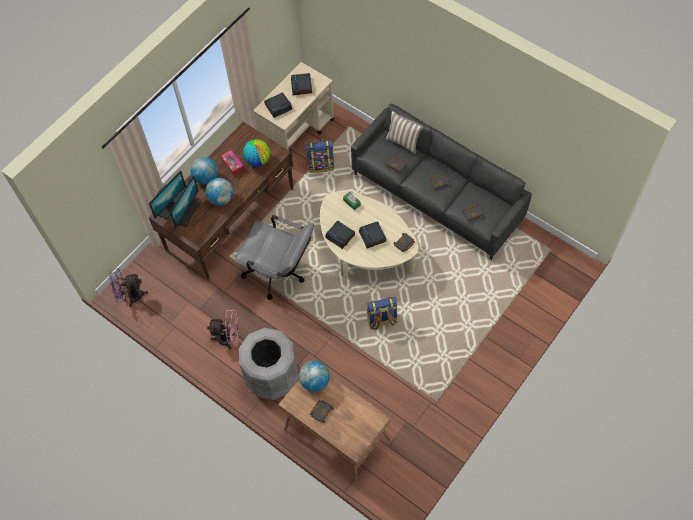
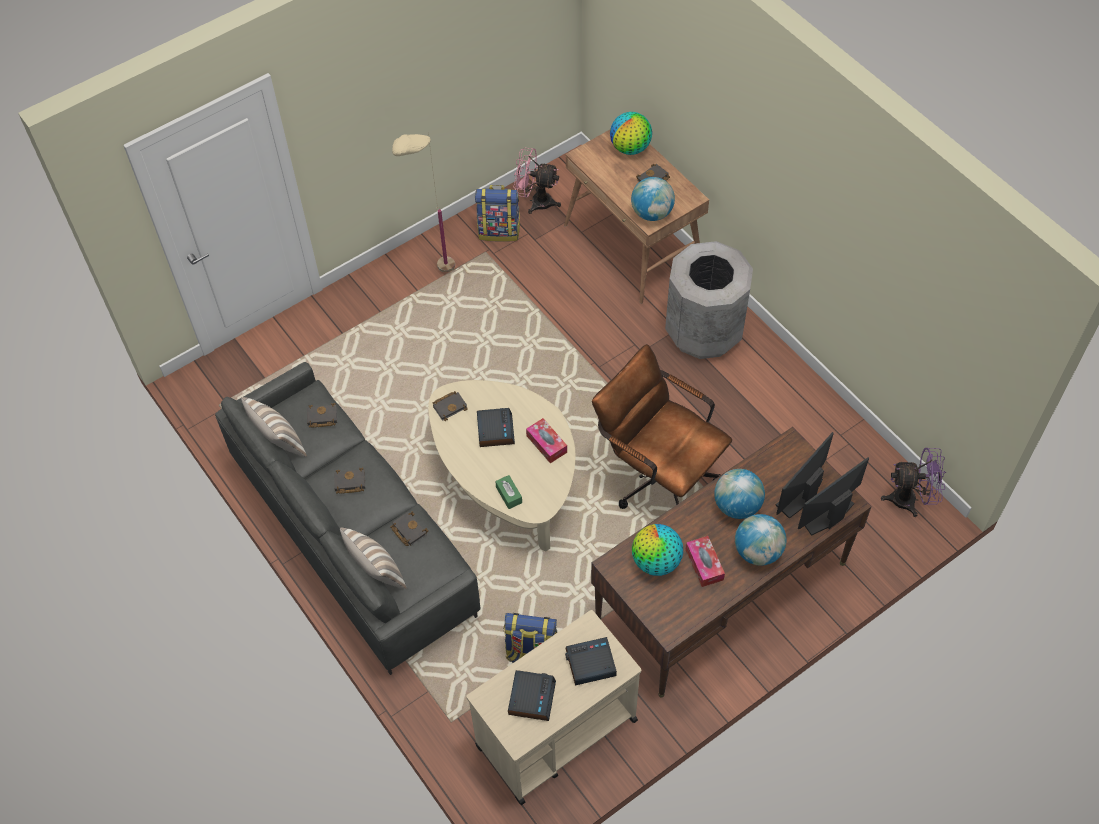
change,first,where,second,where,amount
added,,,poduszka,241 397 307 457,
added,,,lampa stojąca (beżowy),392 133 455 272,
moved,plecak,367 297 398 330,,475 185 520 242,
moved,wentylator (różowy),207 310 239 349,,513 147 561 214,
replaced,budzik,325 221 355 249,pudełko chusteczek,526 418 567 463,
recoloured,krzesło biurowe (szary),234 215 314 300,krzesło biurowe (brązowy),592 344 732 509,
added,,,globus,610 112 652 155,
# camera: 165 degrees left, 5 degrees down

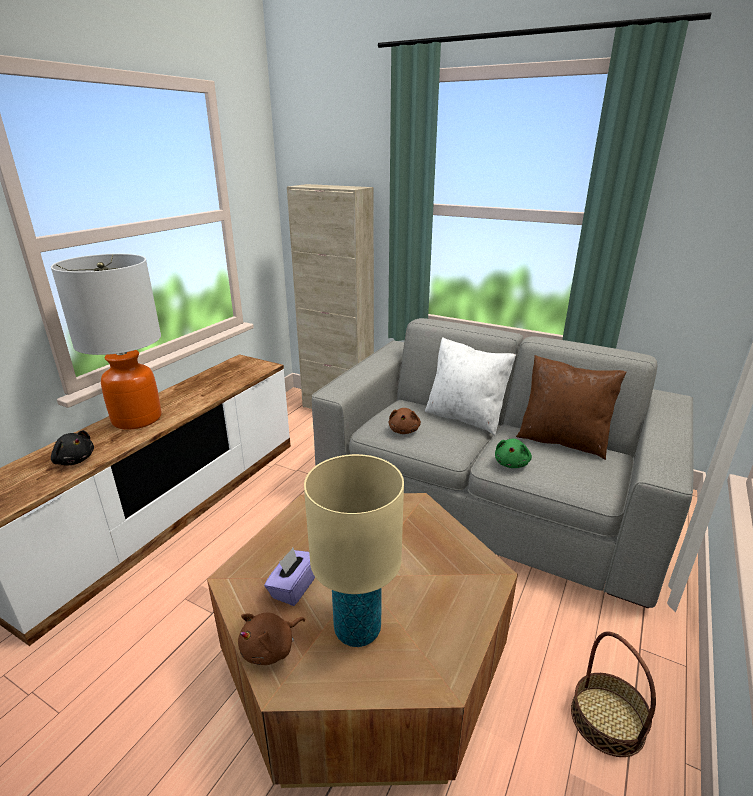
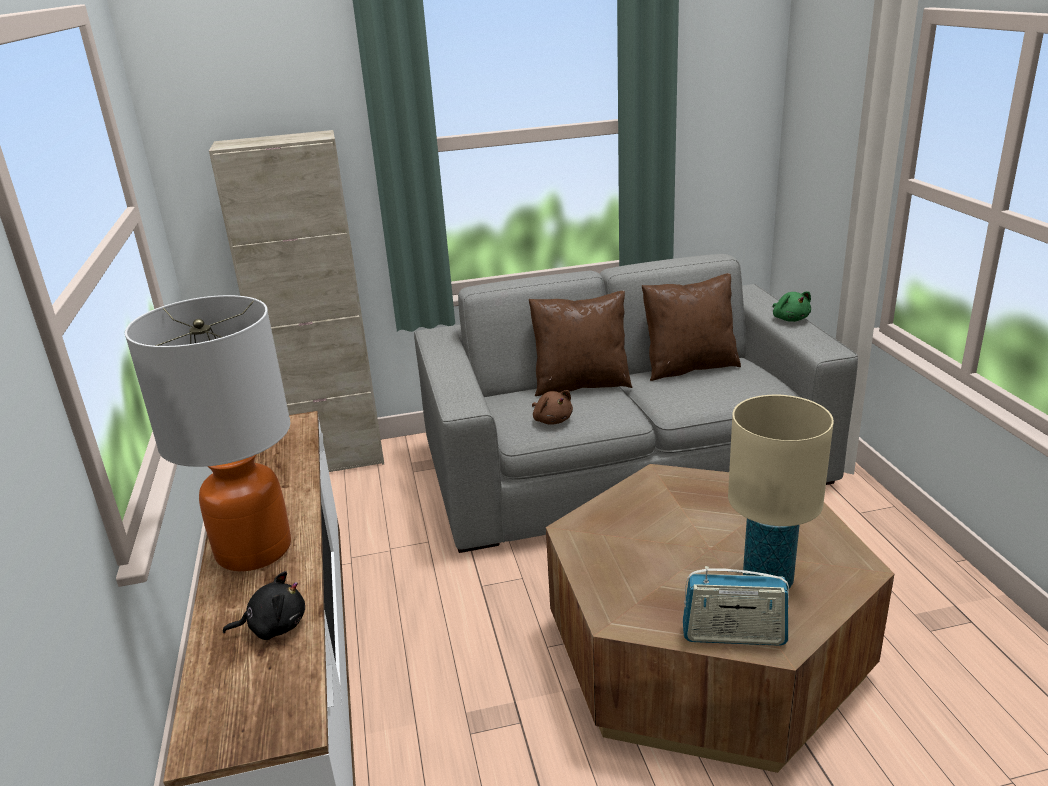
change,first,where,second,where,amount
recoloured,poduszka (biały),425 337 516 435,poduszka (brązowy),529 291 632 396,
replaced,pluszak (brązowy),238 612 305 665,radio,683 566 789 646,
moved,pluszak (zielony),495 439 532 468,,773 292 811 322,
removed,pudełko chusteczek (fioletowy),264 548 315 606,,,
removed,koszyk,571 631 656 757,,,
# camera: 40 degrees left, 0 degrees up

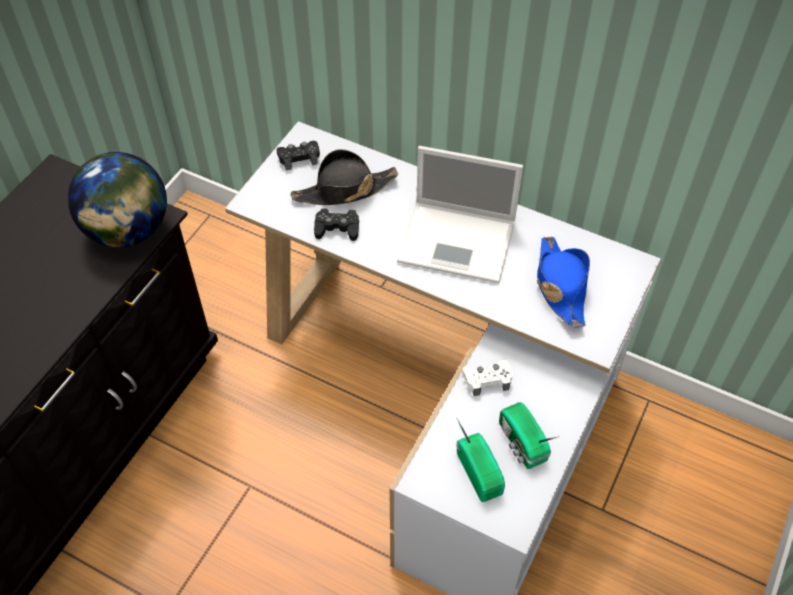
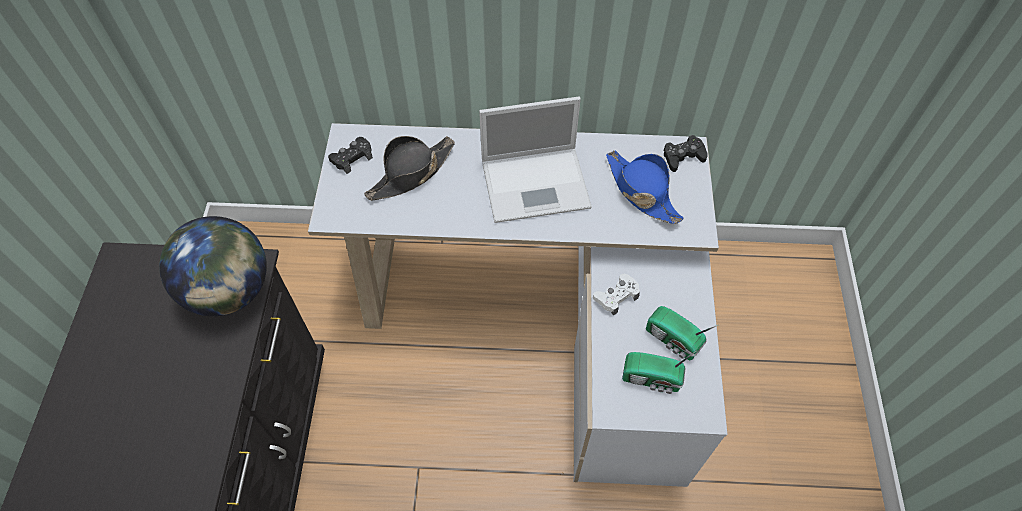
change,first,where,second,where,amount
turned,radio,456 419 505 502,,622 350 697 394,150 degrees clockwise
moved,pad do gier (czarny),314 208 359 241,,664 135 708 172,
# camera: 25 degrees left, 5 degrees up

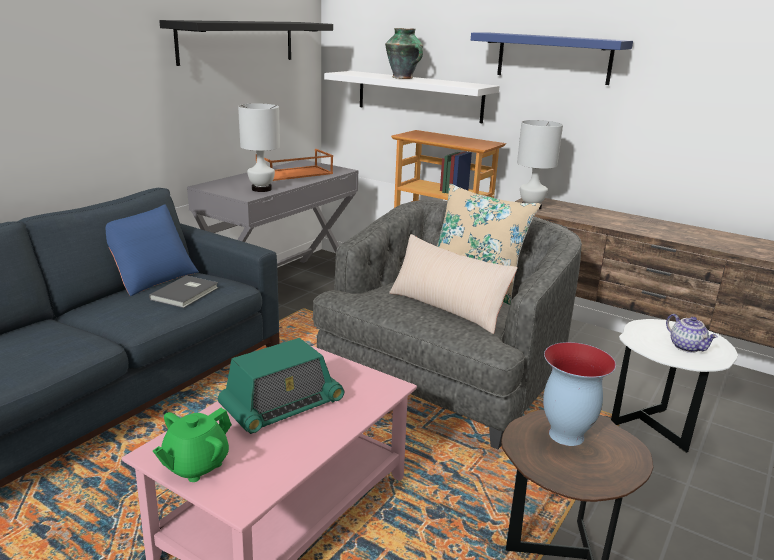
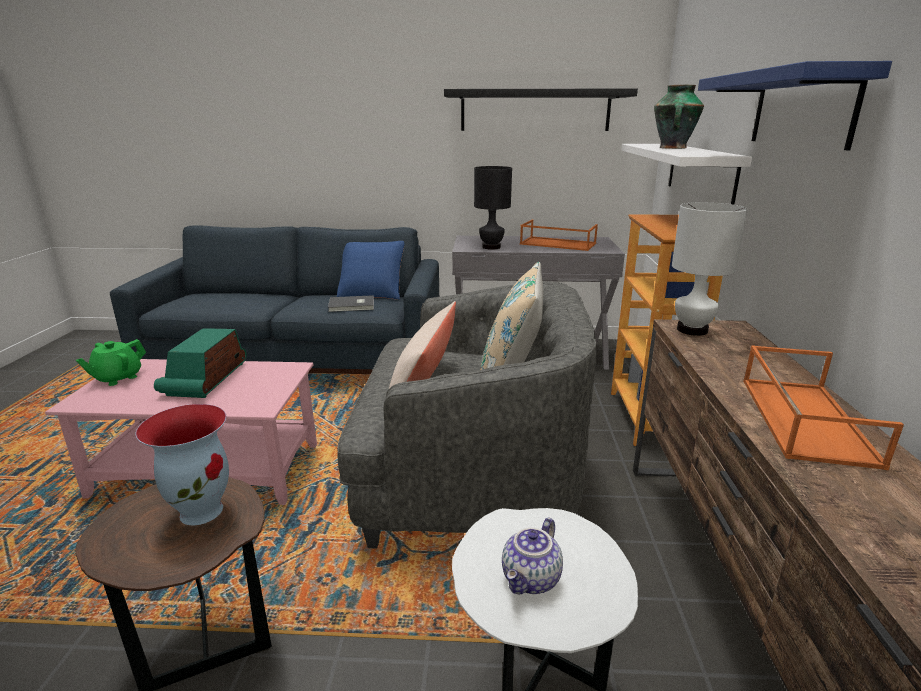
change,first,where,second,where,amount
turned,imbryk (zielony),153 408 232 482,,76 339 146 386,60 degrees counterclockwise
turned,radio,218 338 344 434,,154 328 246 398,75 degrees clockwise
recoloured,lampa stołowa (biały),238 103 280 192,lampa stołowa (czarny),474 166 512 250,
added,,,taca (pomarańczowy),743 345 904 470,
# camera: 60 degrees right, 0 degrees up

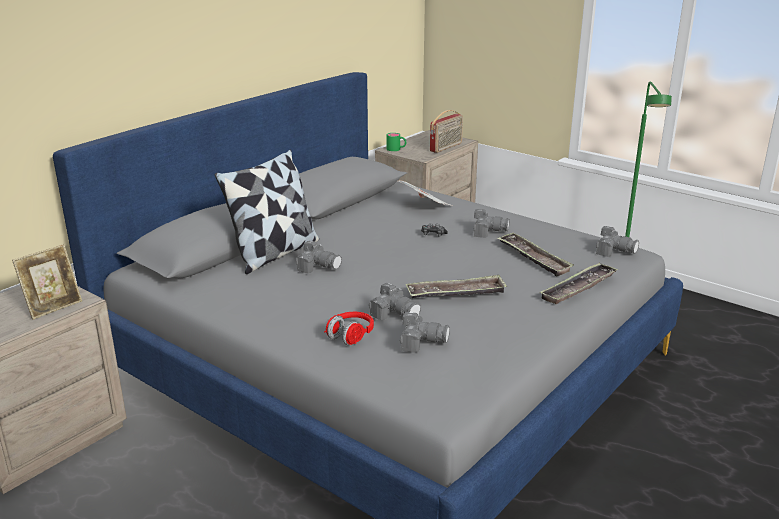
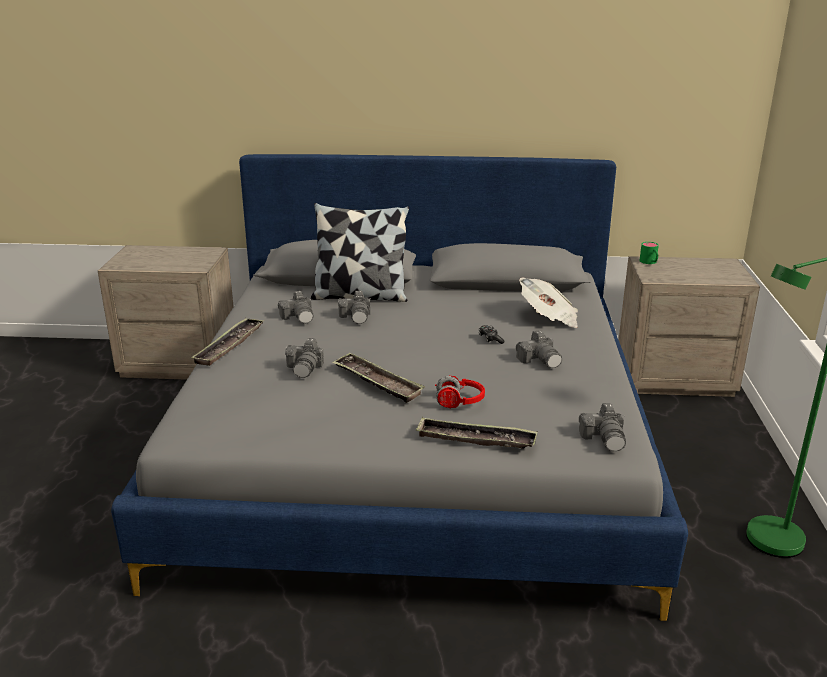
change,first,where,second,where,amount
moved,taca,497 233 574 276,,191 318 264 366,
moved,aparat fotograficzny,400 312 450 352,,278 291 314 323,
moved,słuchawki (czerwony),324 312 374 345,,435 376 485 408,
removed,ramka na zdjęcie,12 244 82 320,,,
removed,radio,430 110 463 153,,,
# camera: 55 degrees right, 0 degrees up

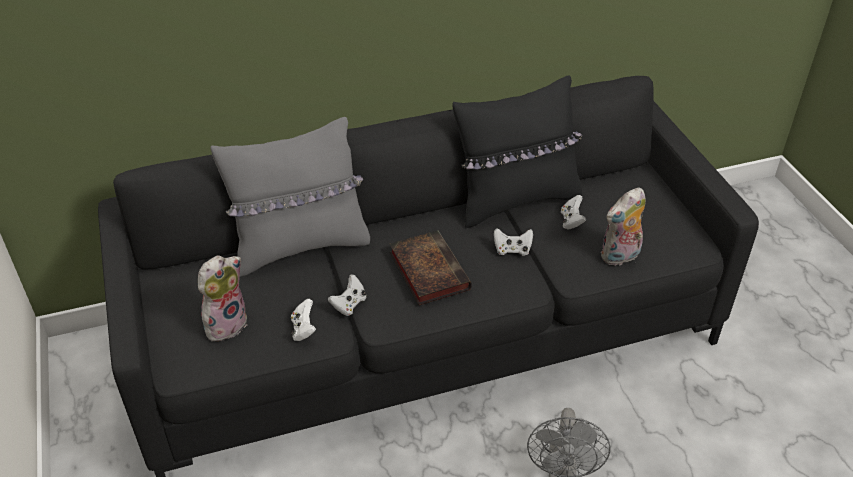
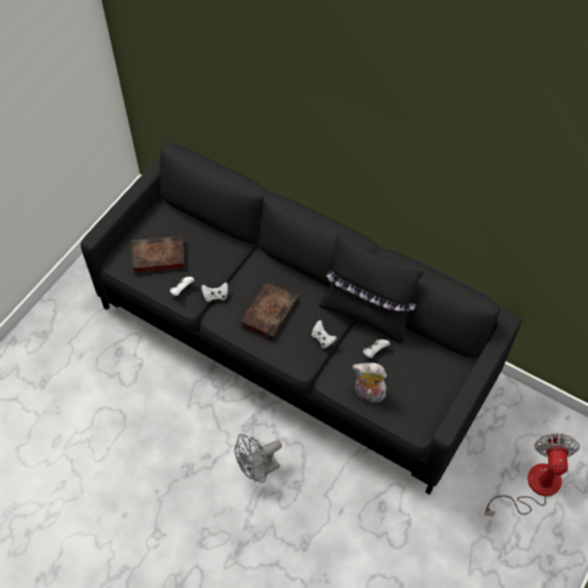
change,first,where,second,where,amount
replaced,pluszak,198 255 247 345,książka,131 236 185 273,
added,,,wentylator,484 434 580 516,
removed,poduszka (szary),211 117 370 277,,,
# camera: 50 degrees right, 15 degrees up

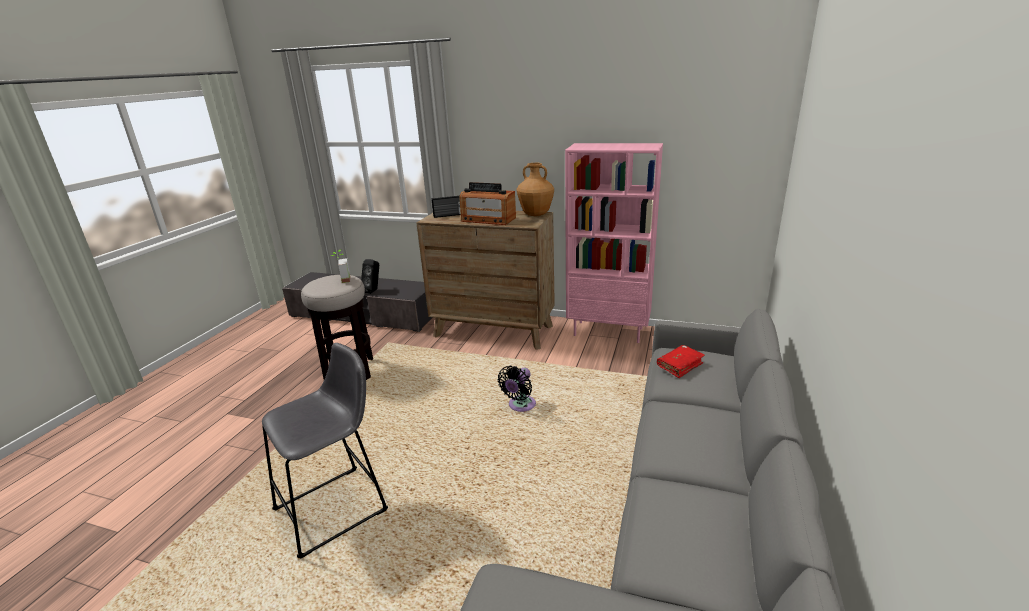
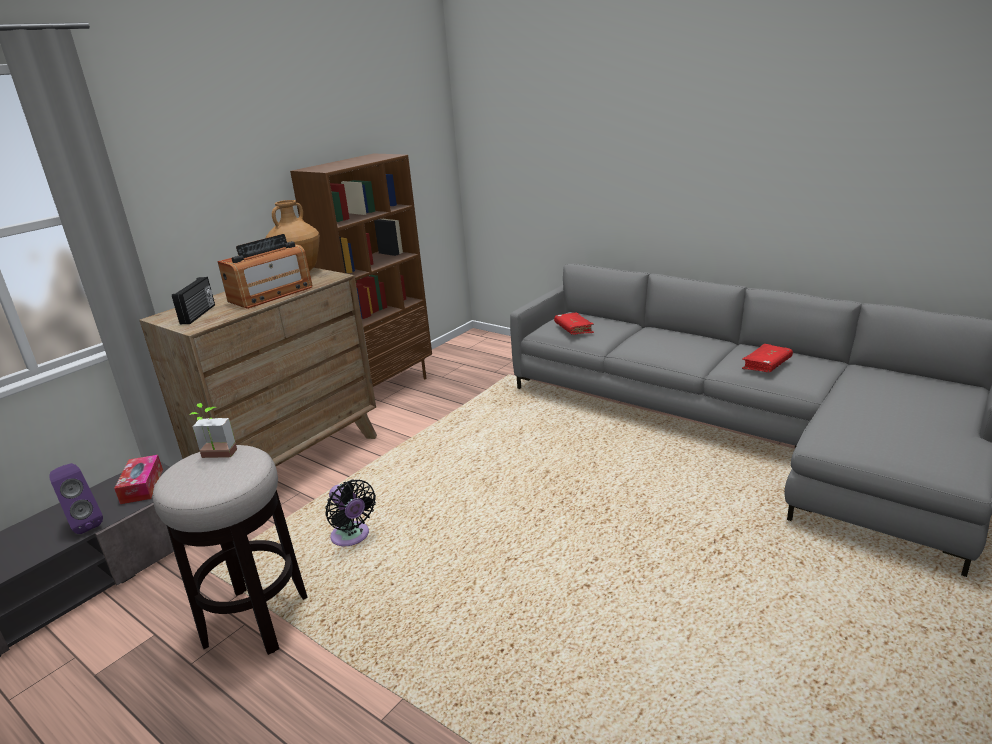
change,first,where,second,where,amount
recoloured,głośnik (czarny),361 259 379 294,głośnik (fioletowy),49 463 103 534,
added,,,pudełko chusteczek,114 455 163 504,
recoloured,regał (różowy),565 143 663 343,regał (brązowy),290 153 432 387,
moved,wentylator (czarny),498 366 536 412,,325 480 376 546,
added,,,książka (czerwony),742 344 793 372,
removed,stołek (szary),262 343 388 558,,,
# camera: 70 degrees left, 0 degrees up

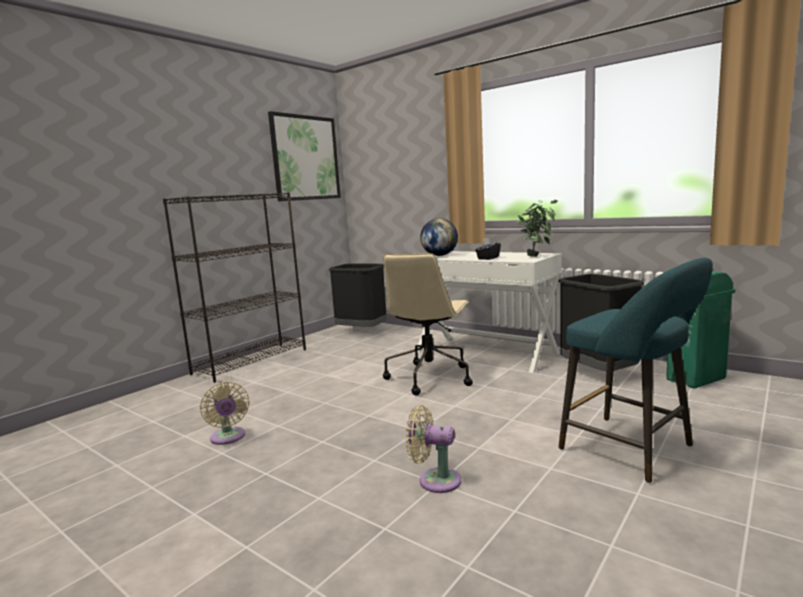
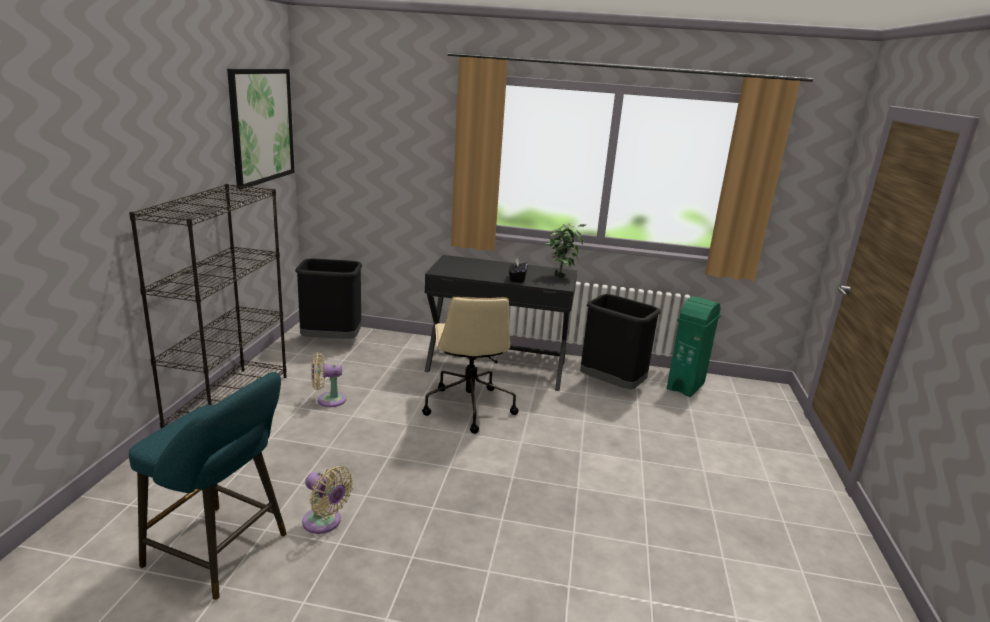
change,first,where,second,where,amount
moved,stołek (turkusowy),559 258 713 483,,129 372 287 600,
moved,wentylator (beżowy),406 405 461 493,,311 352 346 407,
recoloured,biurko (biały),417 251 562 373,biurko (czarny),424 255 577 391,
removed,globus,420 218 458 256,,,
# camera: 30 degrees left, 10 degrees up

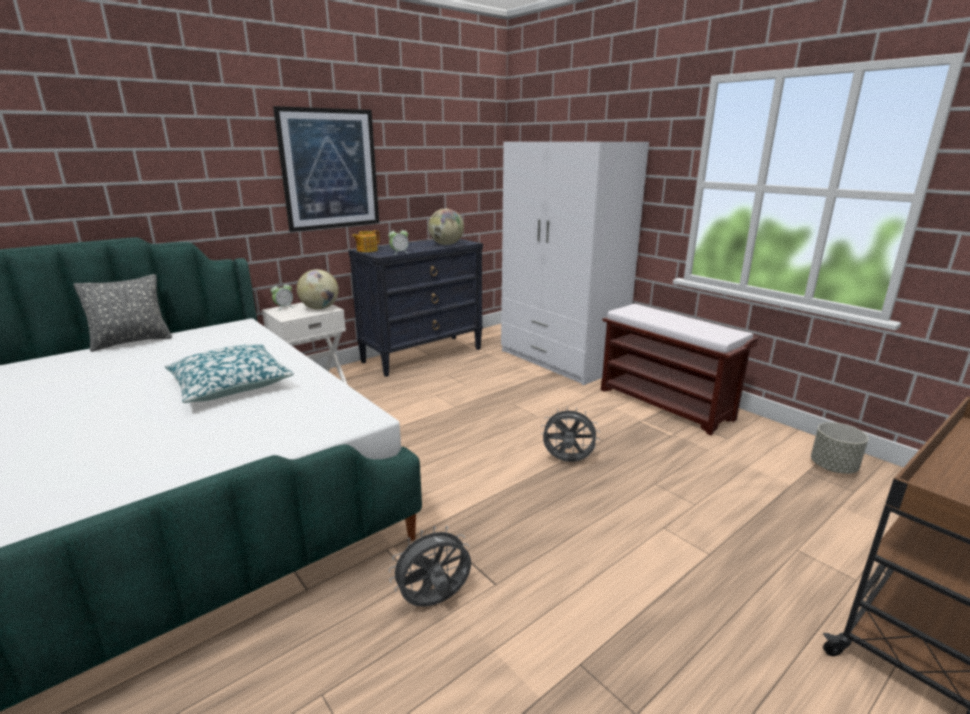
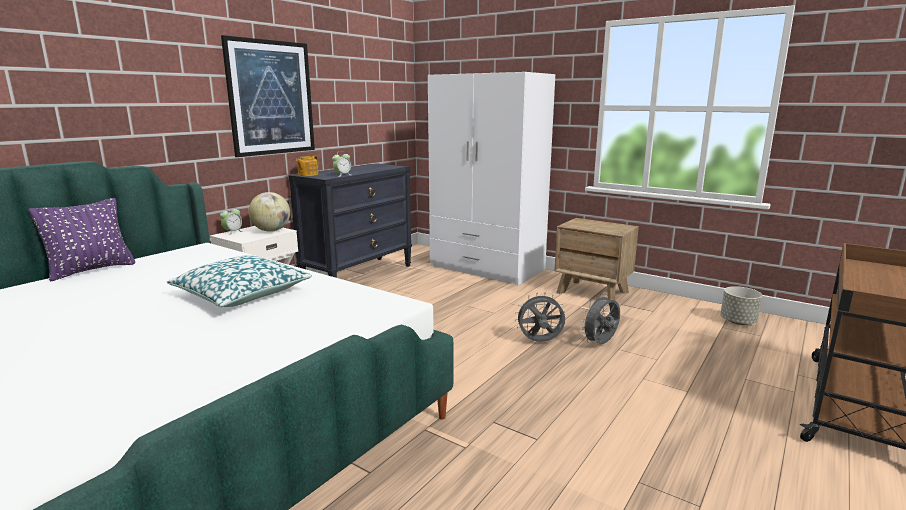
change,first,where,second,where,amount
recoloured,poduszka (szary),74 274 172 352,poduszka (fioletowy),28 198 135 281,
replaced,ławka (brązowy),601 304 758 435,szafka nocna (brązowy),554 218 639 304,
moved,wentylator (szary),389 526 471 607,,581 293 620 344,
removed,globus,428 209 464 245,,,
# camera: 15 degrees left, 5 degrees down

